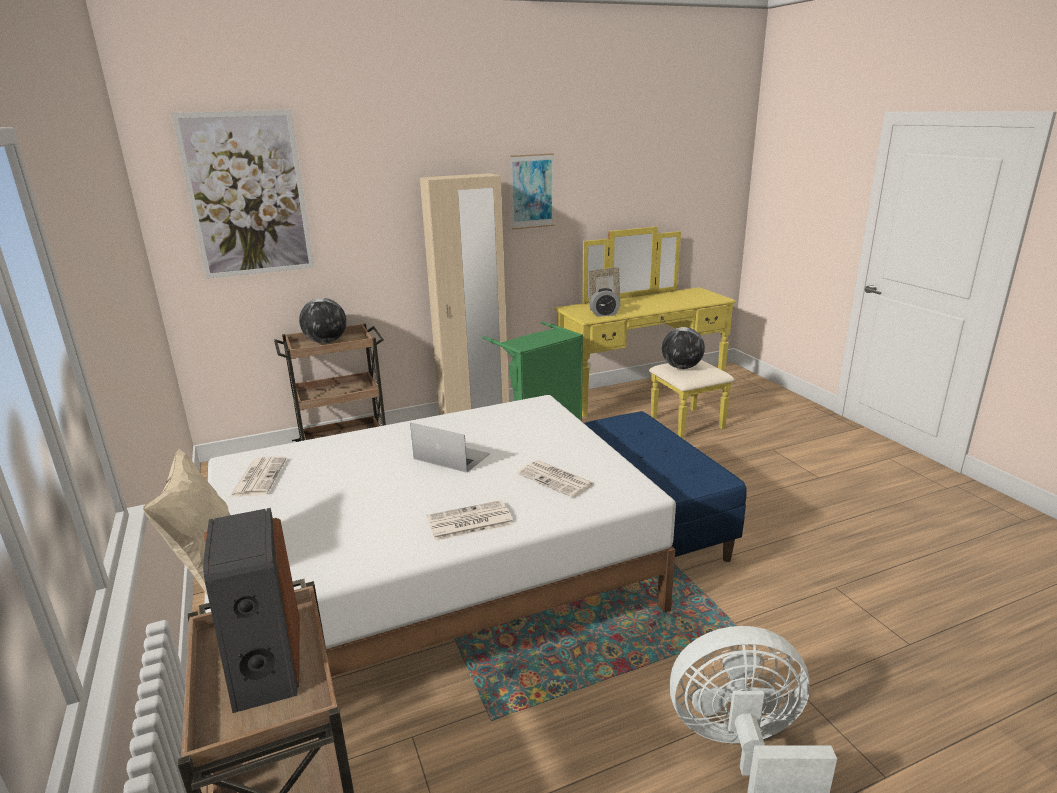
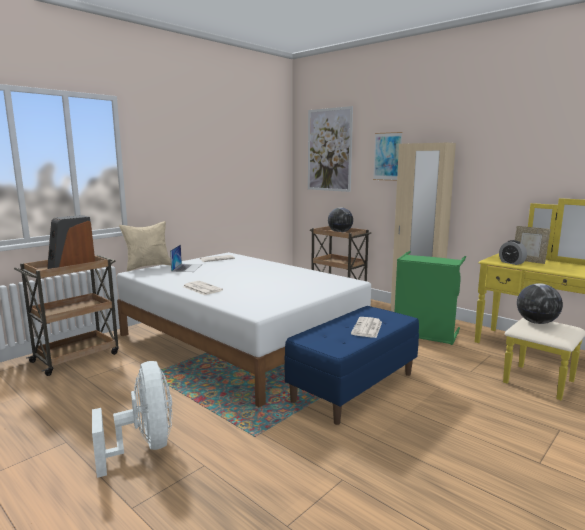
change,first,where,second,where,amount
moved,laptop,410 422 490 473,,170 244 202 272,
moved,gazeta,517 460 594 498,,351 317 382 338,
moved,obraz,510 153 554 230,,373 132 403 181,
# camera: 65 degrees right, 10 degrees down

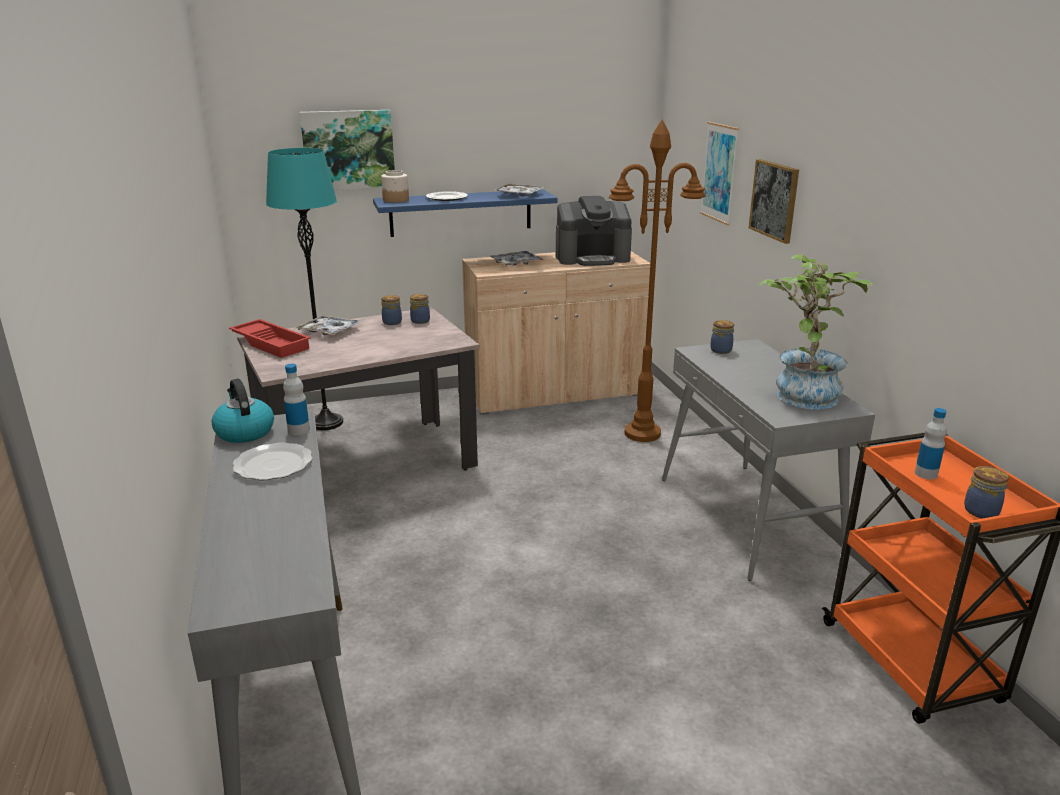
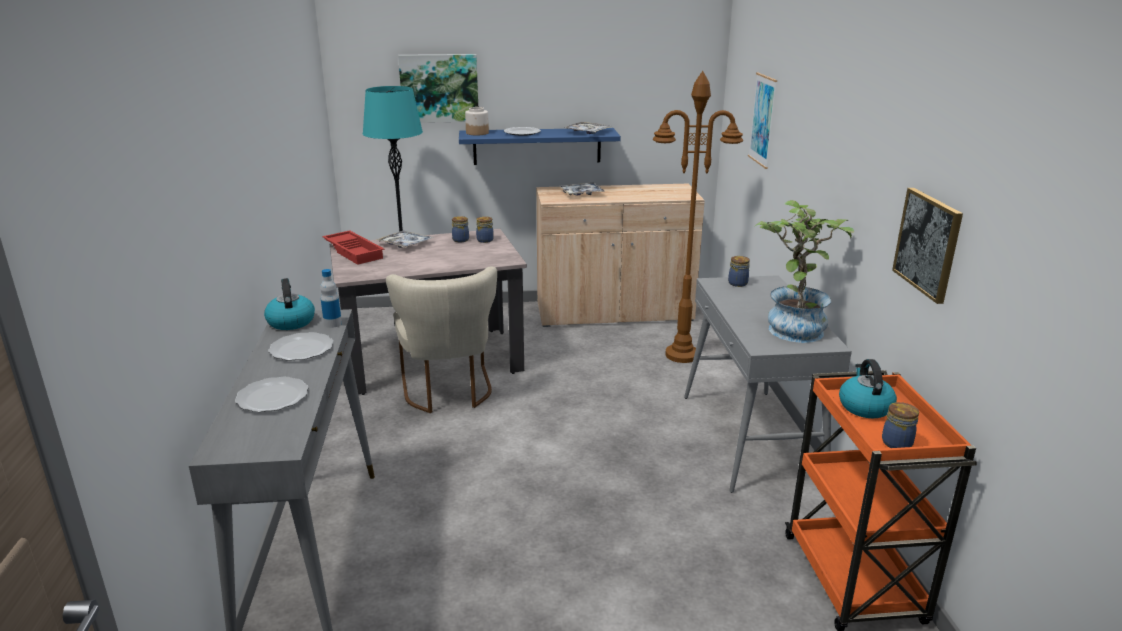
change,first,where,second,where,amount
added,,,talerz,235 377 309 412,
added,,,krzesło (beżowy),386 266 497 413,
replaced,butelka,915 408 947 479,czajnik,839 359 897 418,
moved,obraz,749 159 799 244,,892 188 963 304,
removed,ekspres do kawy,556 196 632 266,,,
# camera: 10 degrees right, 0 degrees up

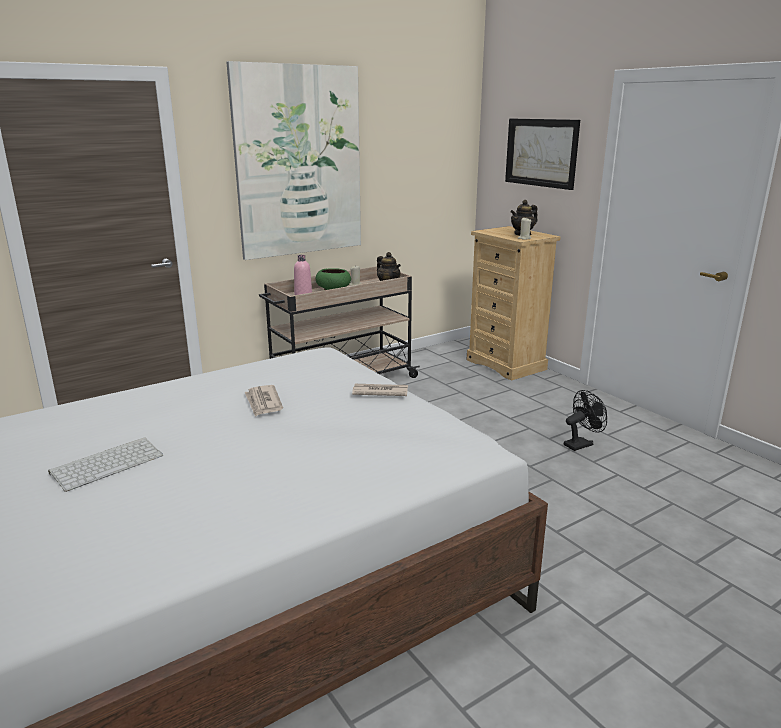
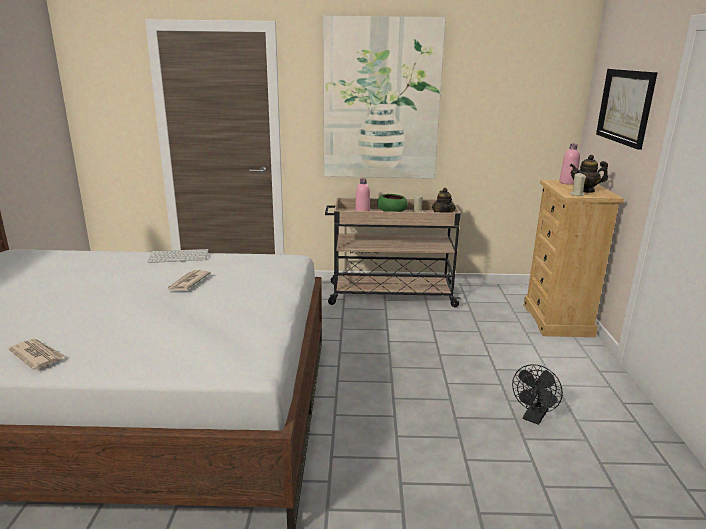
change,first,where,second,where,amount
moved,gazeta,352 384 408 396,,8 339 66 370,
moved,klawiatura,48 437 163 492,,148 249 209 263,
turned,wentylator (czarny),564 390 607 451,,512 364 563 425,120 degrees clockwise
added,,,butelka (różowy),559 144 580 185,
# camera: 35 degrees right, 0 degrees up

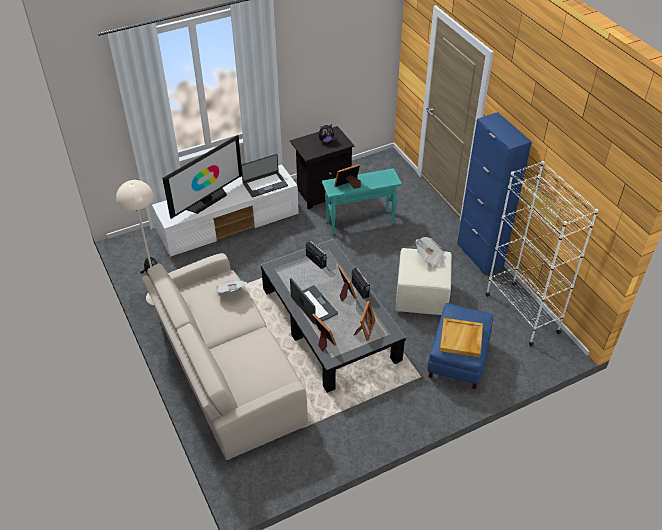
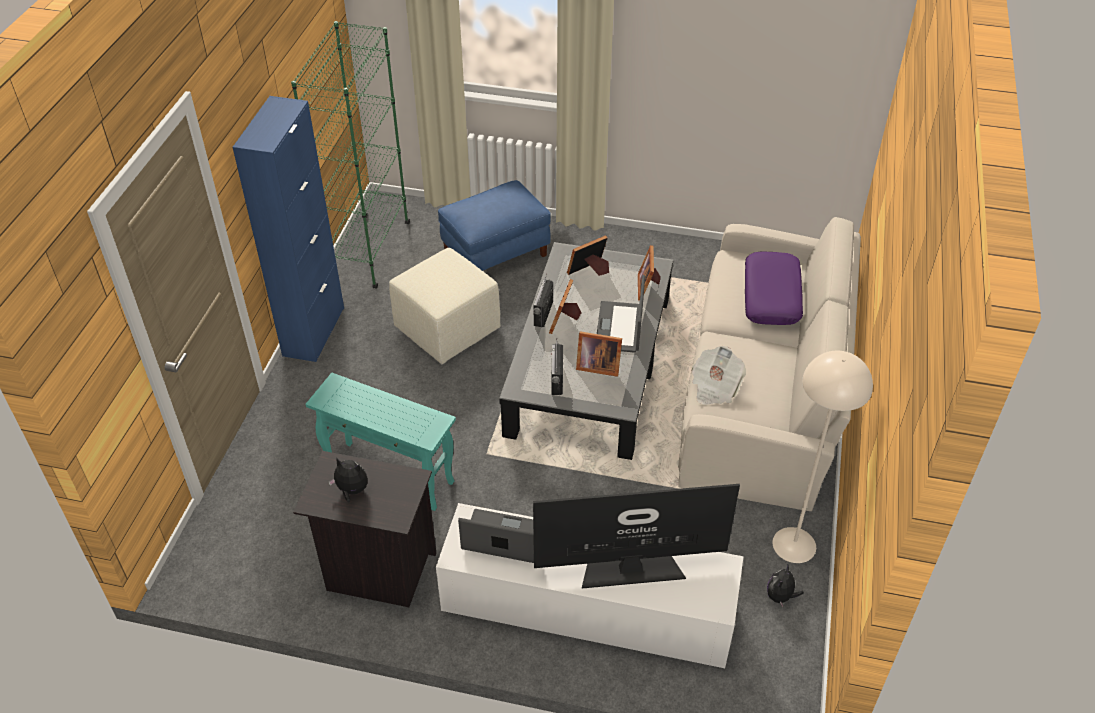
change,first,where,second,where,amount
recoloured,regał (biały),486 161 598 346,regał (zielony),291 21 410 289,
moved,ramka na zdjęcie,334 164 361 189,,576 331 622 377,
added,,,poduszka (fioletowy),745 252 803 325,
removed,gazeta,416 237 445 267,,,
removed,taca (beżowy),440 318 483 357,,,
# camera: 140 degrees left, 0 degrees up

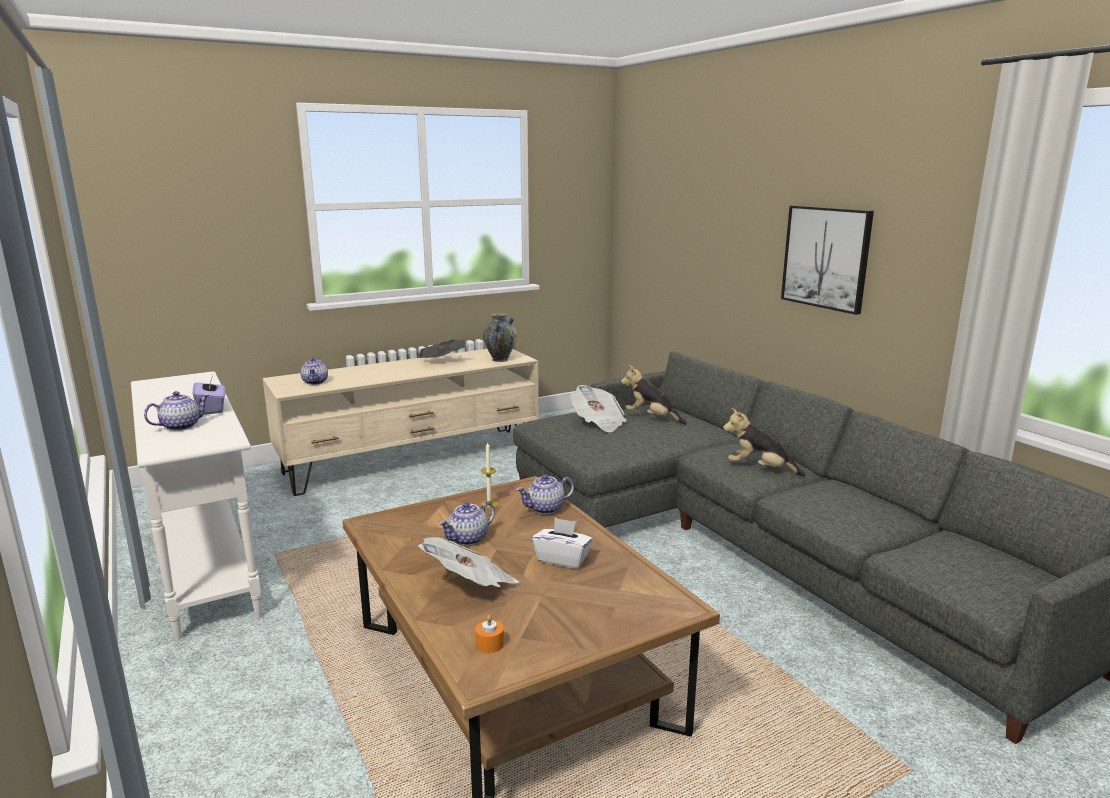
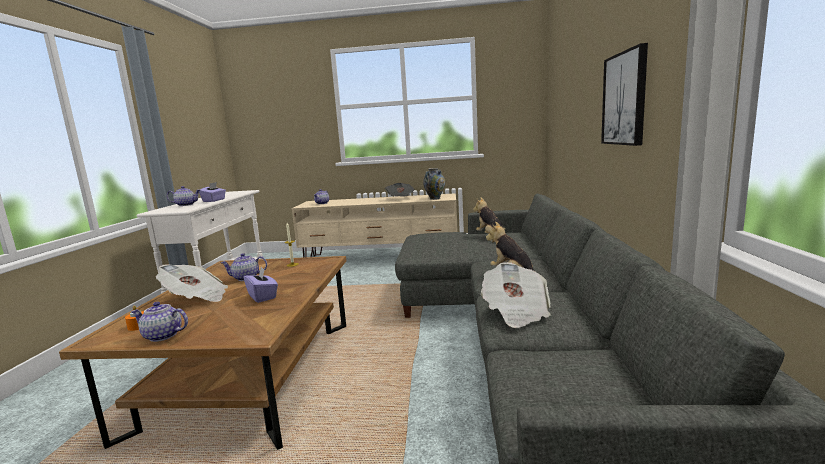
change,first,where,second,where,amount
moved,imbryk,516 474 574 514,,131 302 188 342,
recoloured,pudełko chusteczek (biały),532 518 593 569,pudełko chusteczek (fioletowy),244 267 278 303,
moved,gazeta,570 385 627 432,,480 262 551 328,
# camera: 35 degrees right, 5 degrees down

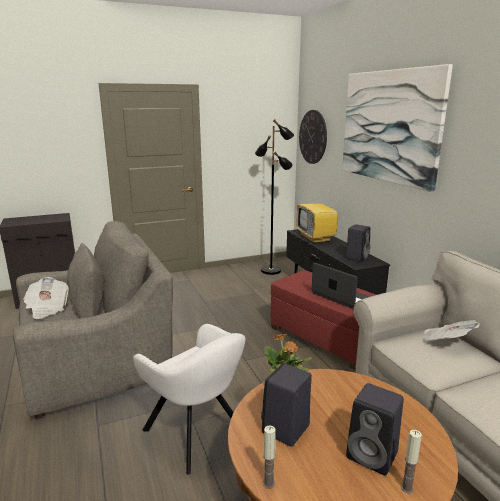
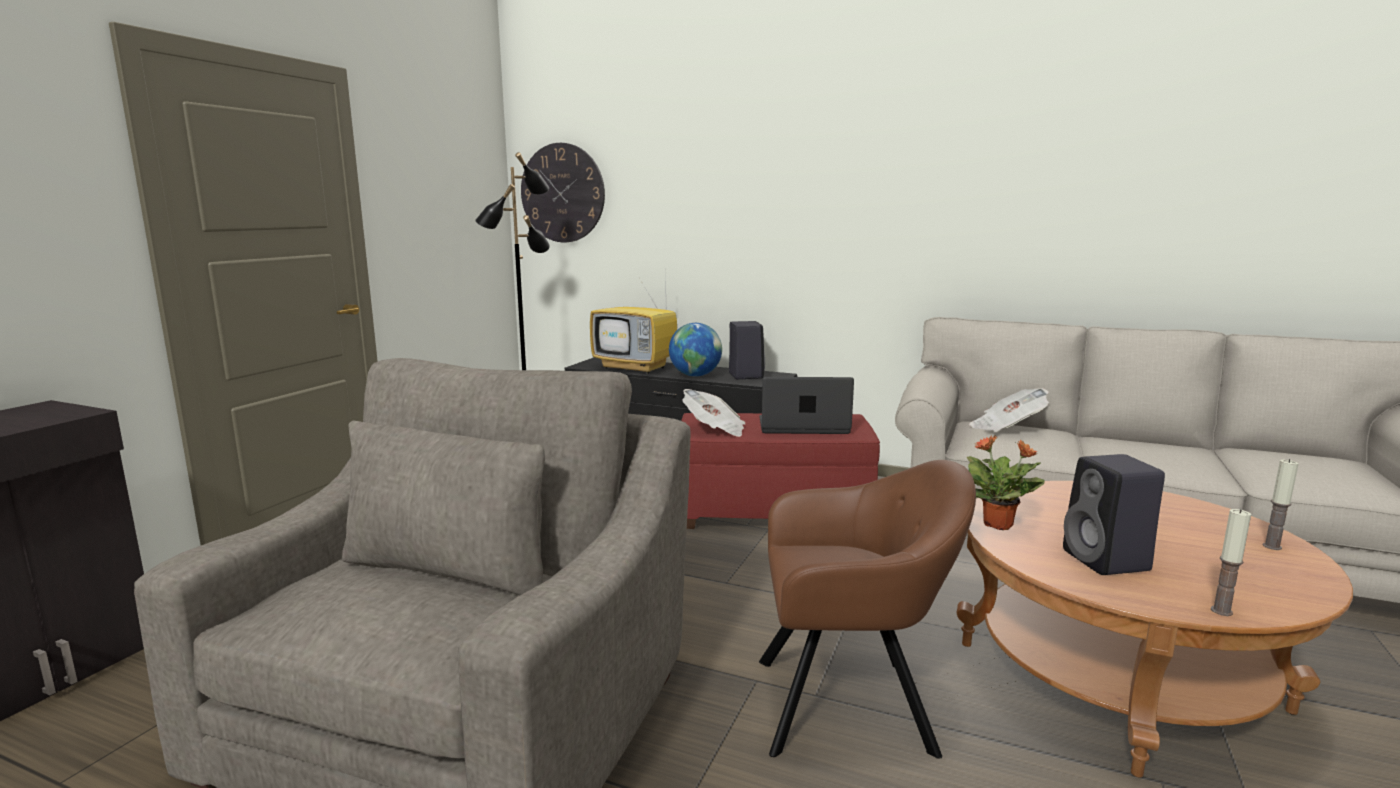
change,first,where,second,where,amount
added,,,globus,669 323 722 376,
moved,gazeta,23 277 69 319,,682 389 746 437,
recoloured,fotel (biały),133 324 246 475,fotel (brązowy),759 460 976 759,
removed,obraz,342 64 453 192,,,
removed,głośnik (czarny),346 383 404 475,,,
# camera: 45 degrees left, 5 degrees down

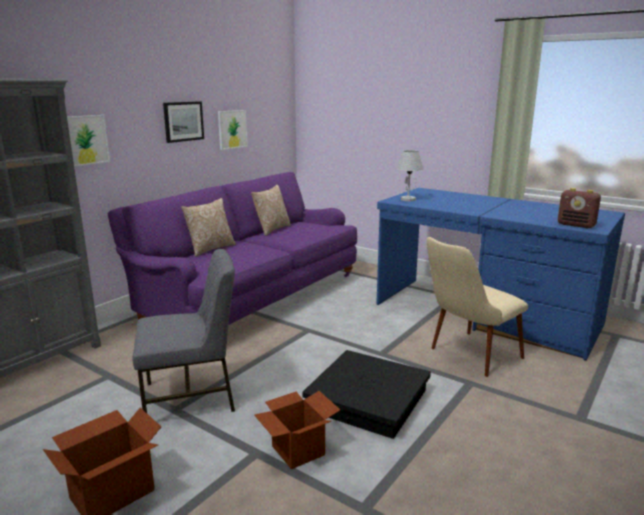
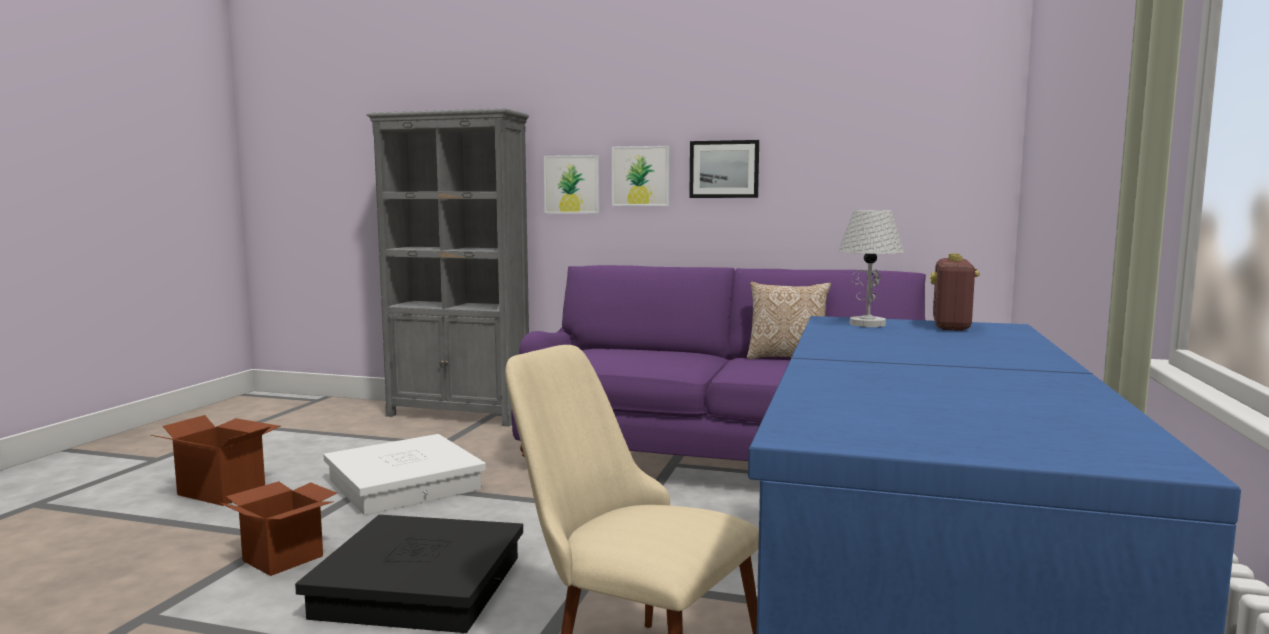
change,first,where,second,where,amount
replaced,krzesło (szary),133 249 235 413,pojemnik do przechowywania (biały),324 434 486 515,
moved,obraz,218 110 248 150,,612 146 670 206,
moved,radio,558 188 601 228,,930 253 980 331,
removed,poduszka,181 198 236 257,,,
# camera: 70 degrees right, 10 degrees down

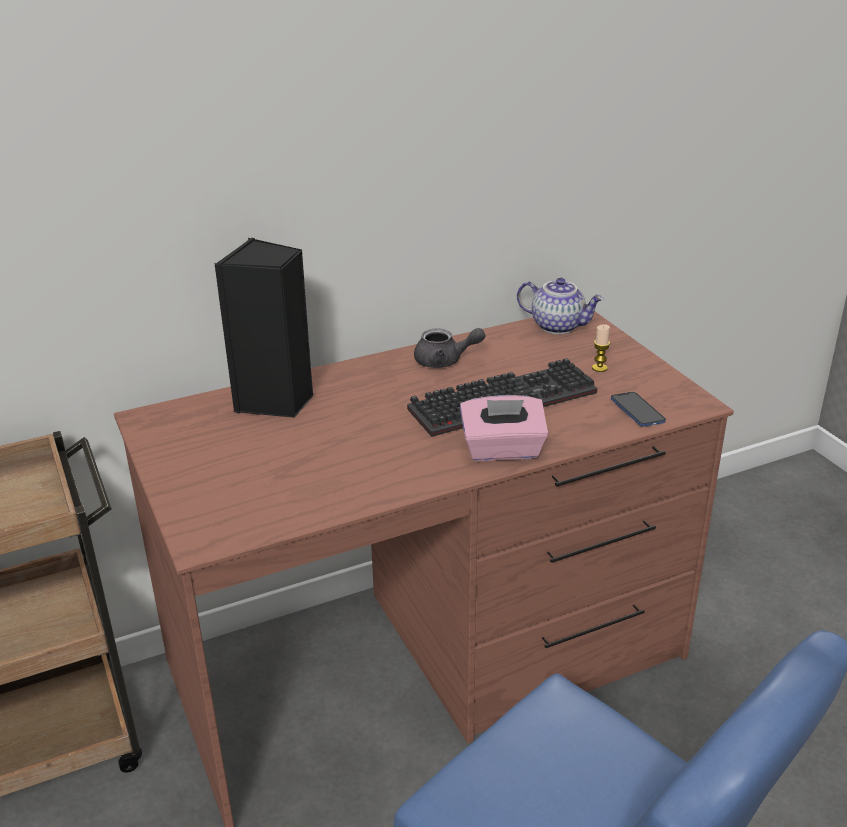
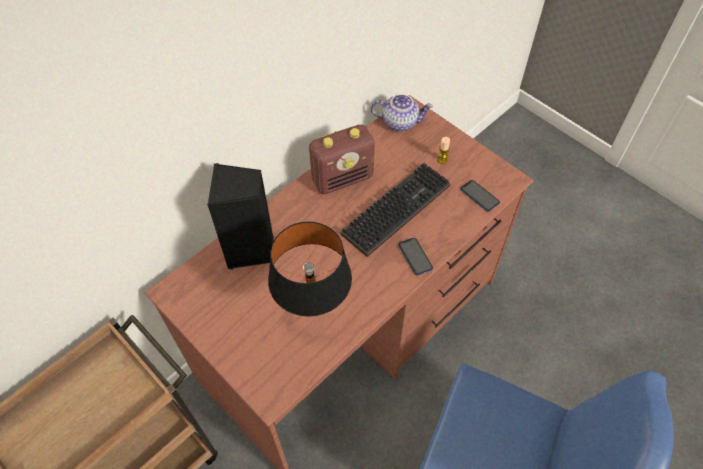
change,first,where,second,where,amount
added,,,lampa stołowa (czarny),268 222 352 317,
replaced,imbryk (szary),414 328 485 368,radio,309 125 375 194,
replaced,pudełko chusteczek (różowy),460 395 548 461,telefon,399 238 433 276,
# camera: 20 degrees left, 25 degrees up

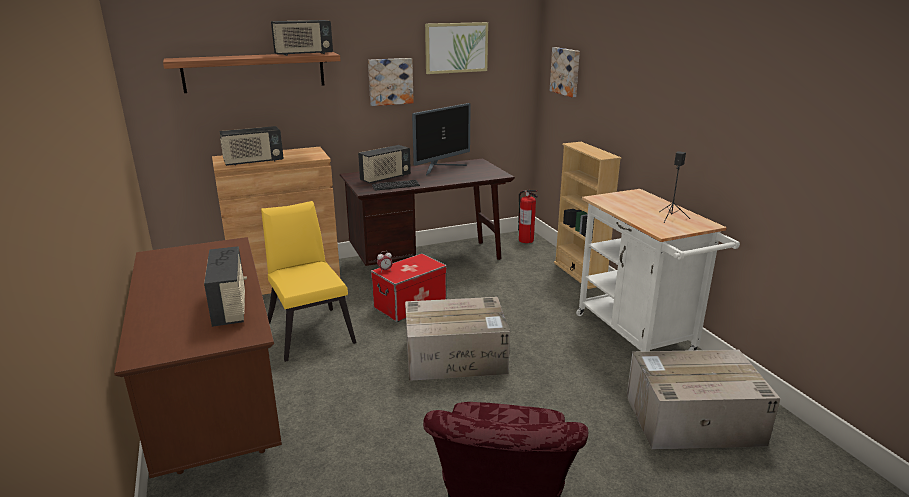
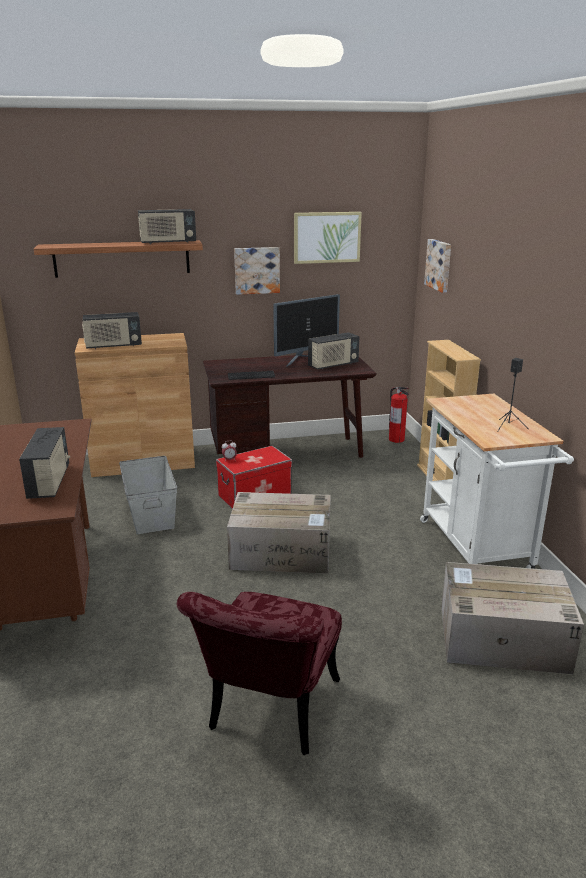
change,first,where,second,where,amount
replaced,krzesło (żółty),261 201 356 362,pojemnik do przechowywania (szary),119 456 177 534,
moved,radio,358 145 411 183,,308 332 359 370,
# camera: 10 degrees right, 0 degrees up

